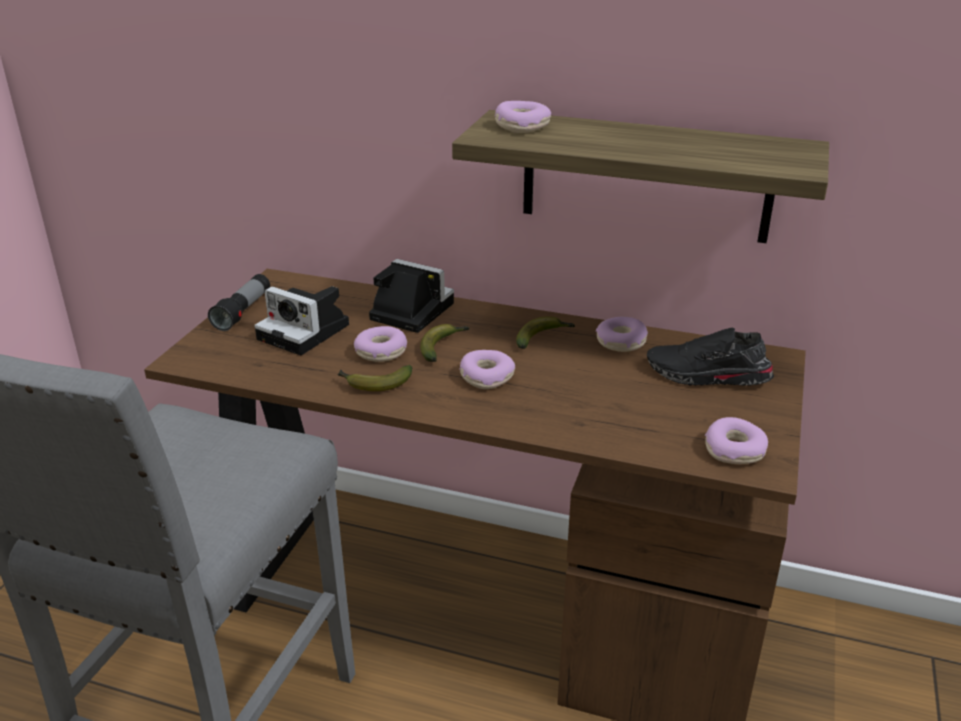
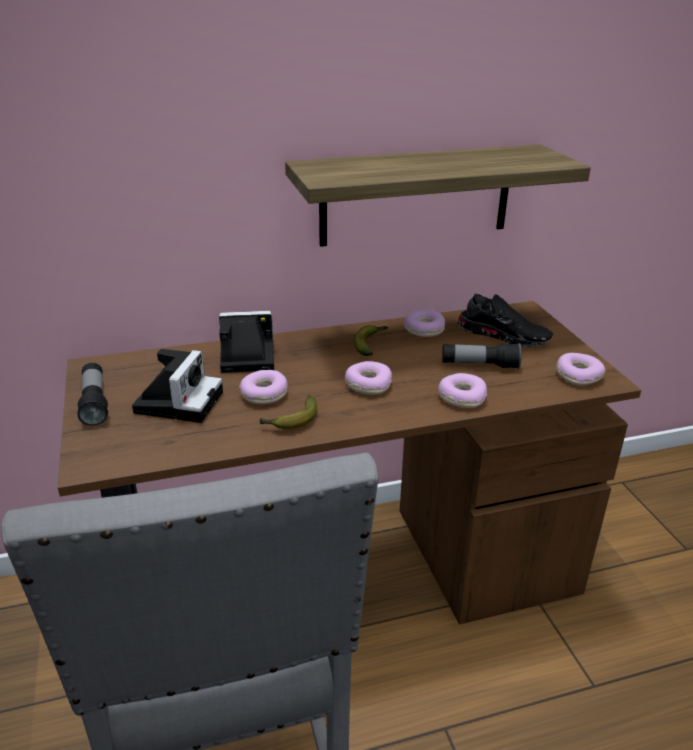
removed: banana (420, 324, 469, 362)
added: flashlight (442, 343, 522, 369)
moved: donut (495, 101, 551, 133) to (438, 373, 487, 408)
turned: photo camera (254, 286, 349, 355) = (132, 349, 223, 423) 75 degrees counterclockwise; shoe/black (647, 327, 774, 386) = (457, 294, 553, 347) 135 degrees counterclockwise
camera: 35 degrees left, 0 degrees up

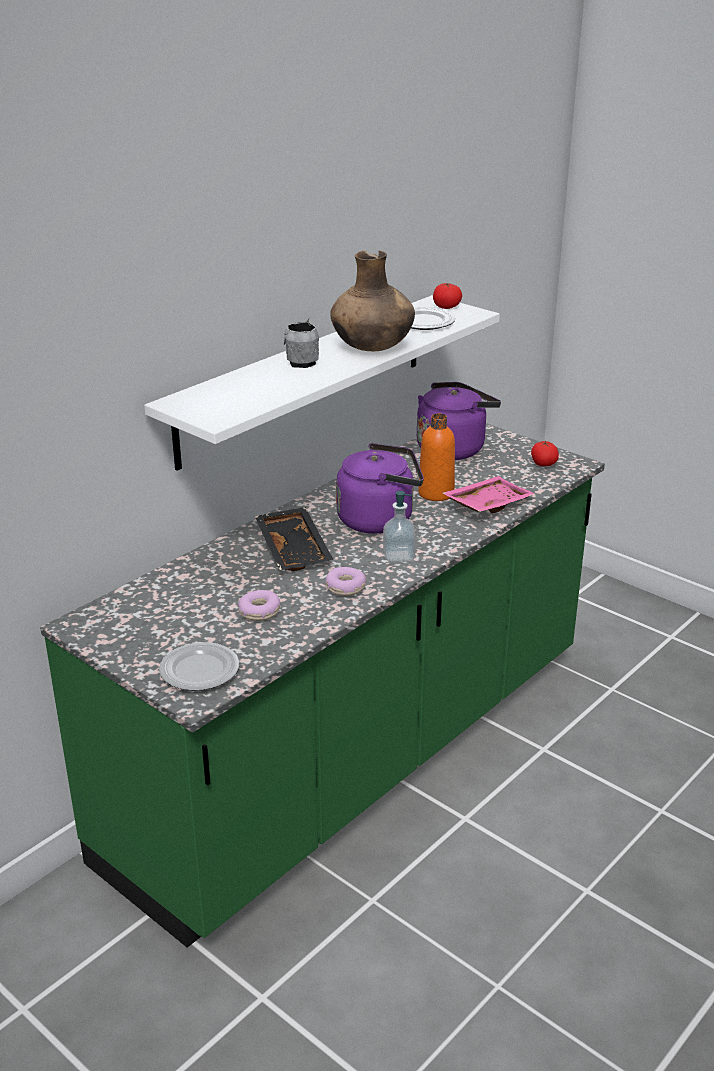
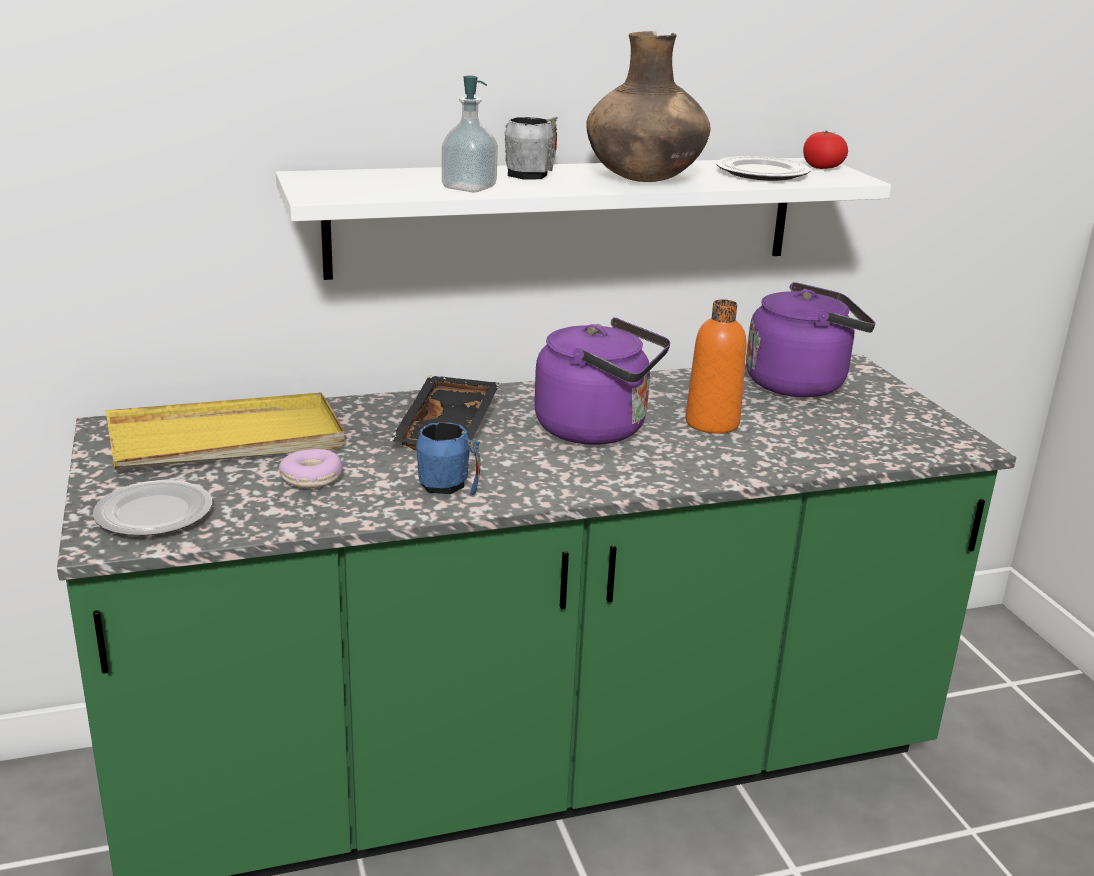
removed: tray/pink (443, 476, 535, 514); tomato (531, 441, 559, 466)
added: tray/yellow (106, 392, 345, 469)
moved: soap dispenser (383, 491, 416, 562) to (442, 75, 498, 192)
replaced: donut (325, 567, 366, 596) to mug/blue (416, 422, 481, 495)
camera: 30 degrees right, 5 degrees down

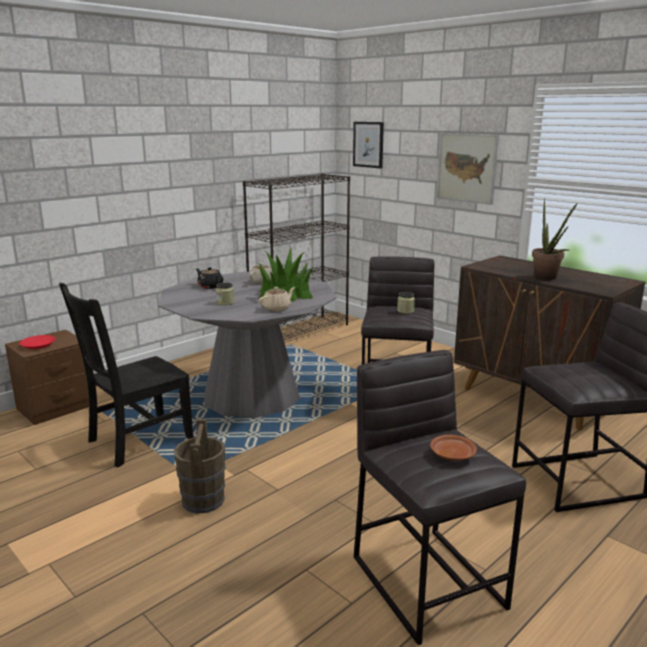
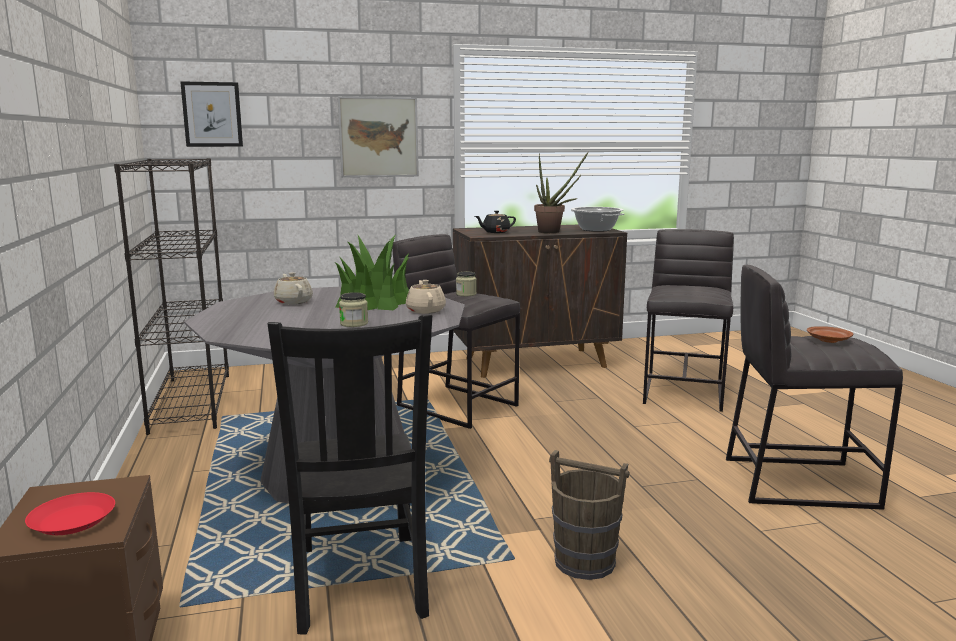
added: cooking pot (571, 207, 624, 232)
moved: teapot/black (195, 267, 223, 289) to (475, 211, 516, 233)
camera: 60 degrees left, 5 degrees down

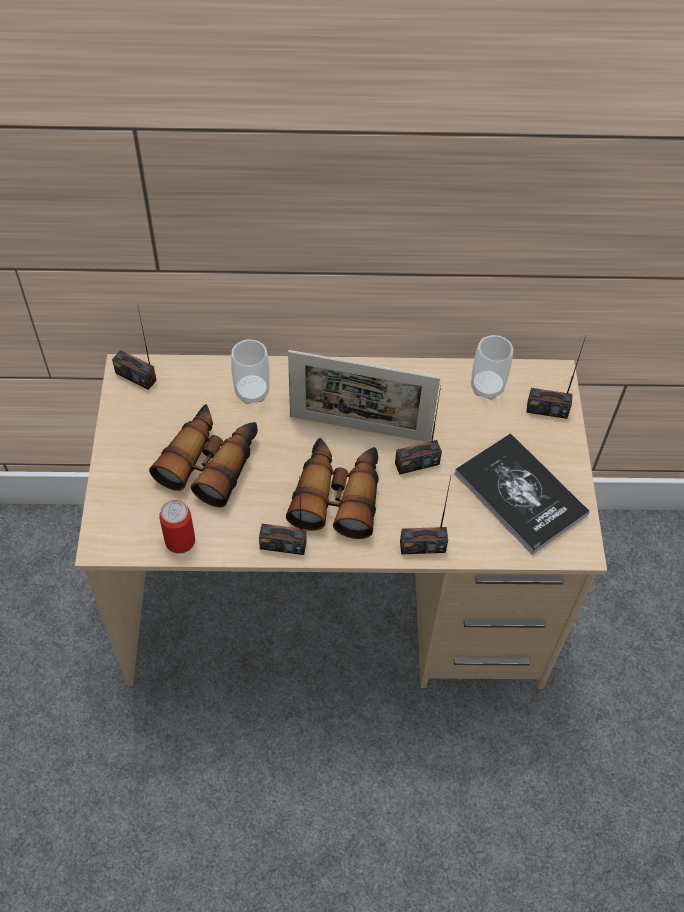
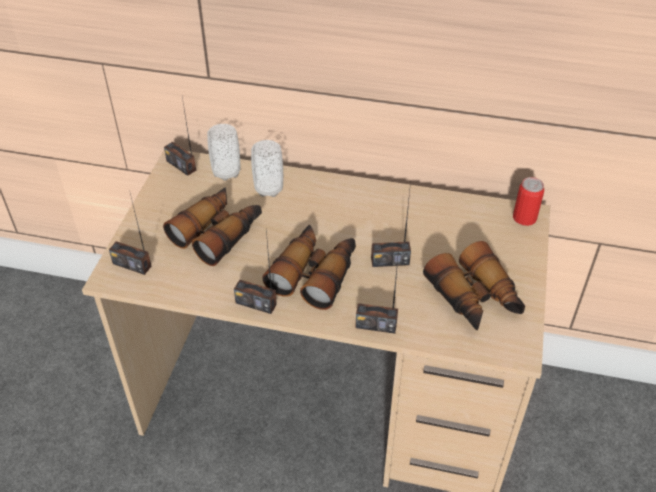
removed: picture frame (288, 350, 440, 442)
moved: can (159, 500, 195, 553) to (513, 177, 544, 226); cup (471, 335, 513, 400) to (207, 124, 240, 181); radio (526, 336, 586, 419) to (109, 194, 151, 275)
replaced: book (455, 433, 590, 555) to binoculars (423, 241, 525, 331)
camera: 15 degrees right, 10 degrees down

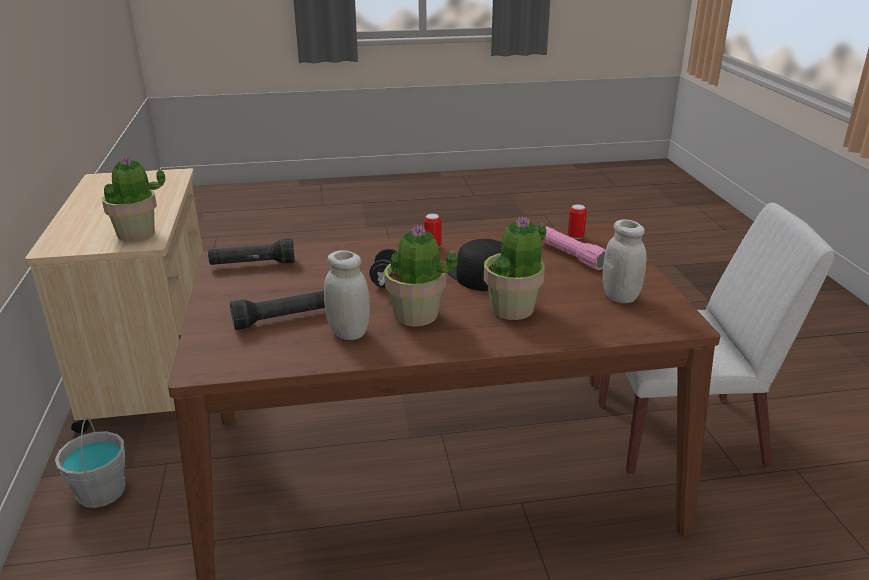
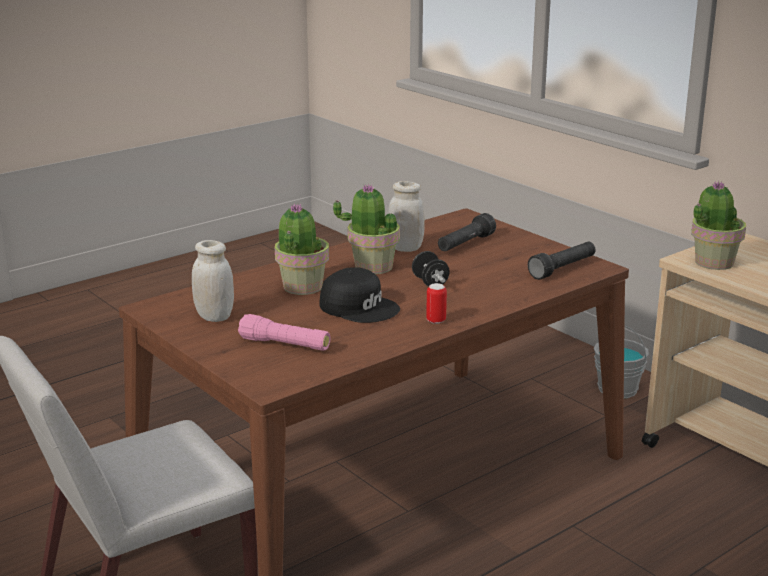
removed: can (568, 204, 587, 239)
camera: 150 degrees right, 5 degrees down

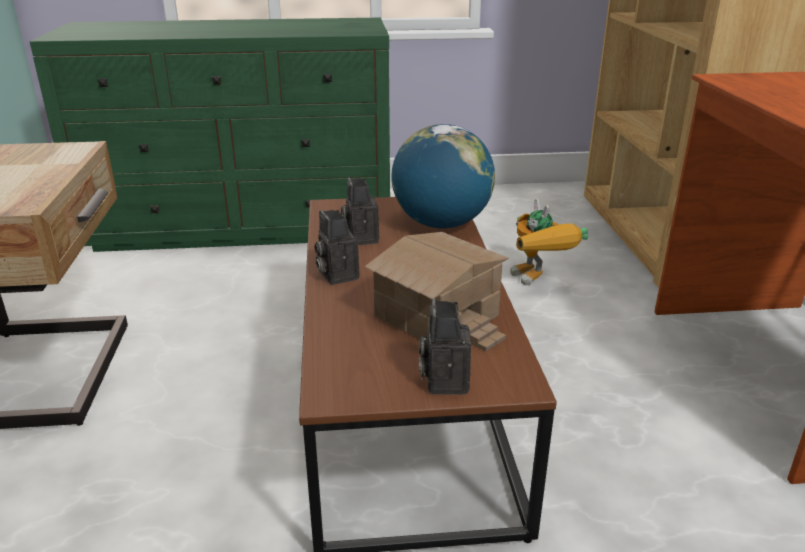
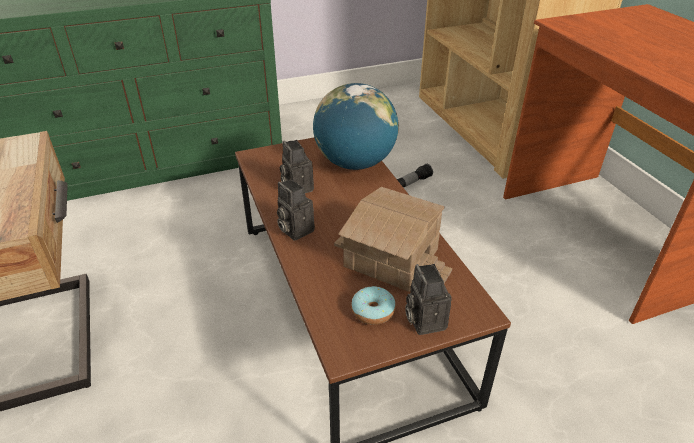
added: donut (351, 286, 396, 325)
replaced: toy robot (510, 199, 588, 285) to flashlight (397, 164, 433, 187)
camera: 15 degrees left, 10 degrees up

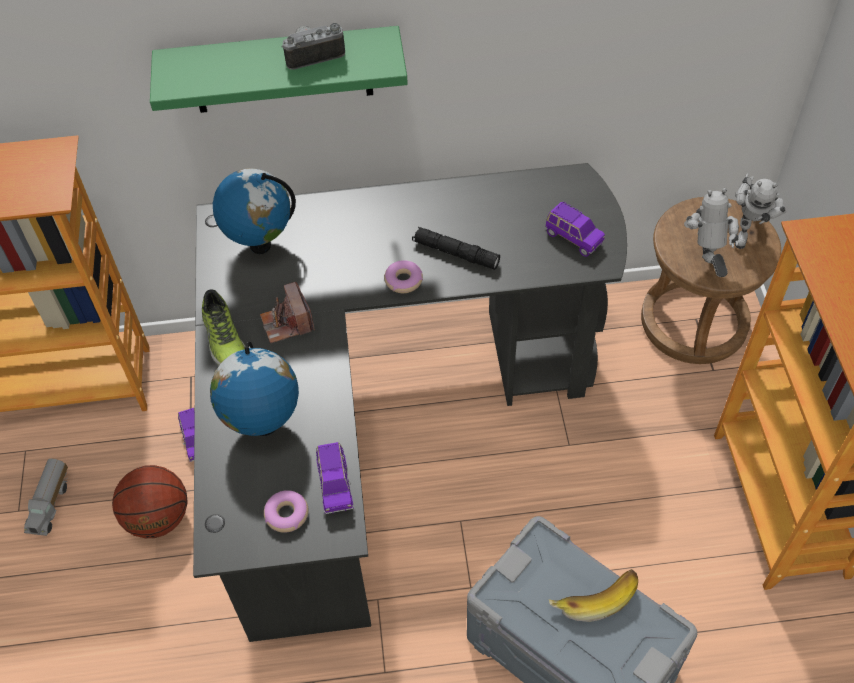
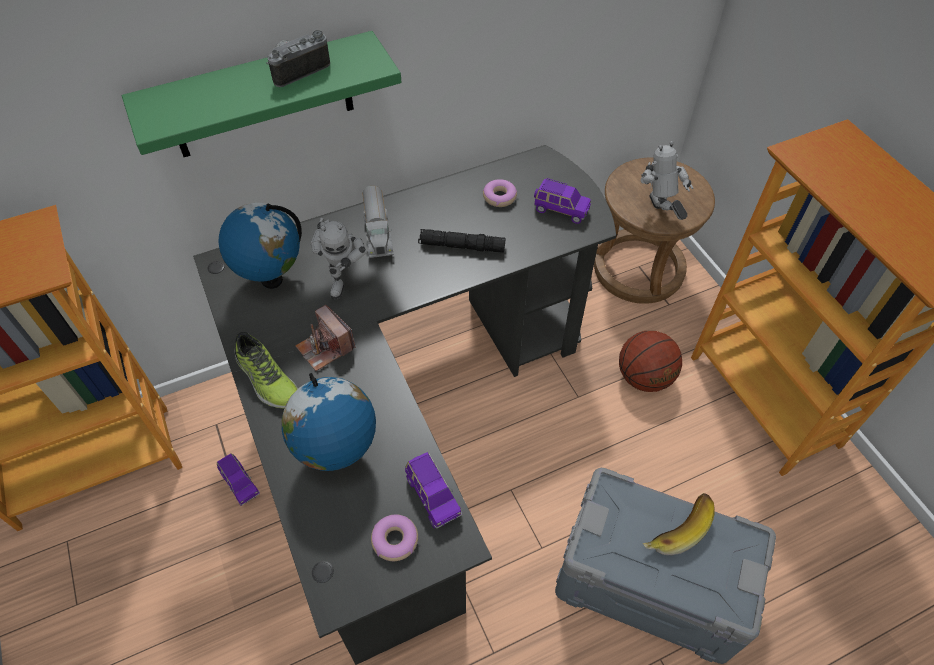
moved: toy truck (24, 459, 68, 536) to (362, 186, 394, 258); basketball (112, 465, 187, 538) to (619, 331, 682, 392); donut (384, 260, 423, 293) to (483, 179, 517, 207); toy robot (735, 174, 786, 249) to (310, 218, 368, 300)
camera: 20 degrees left, 0 degrees up

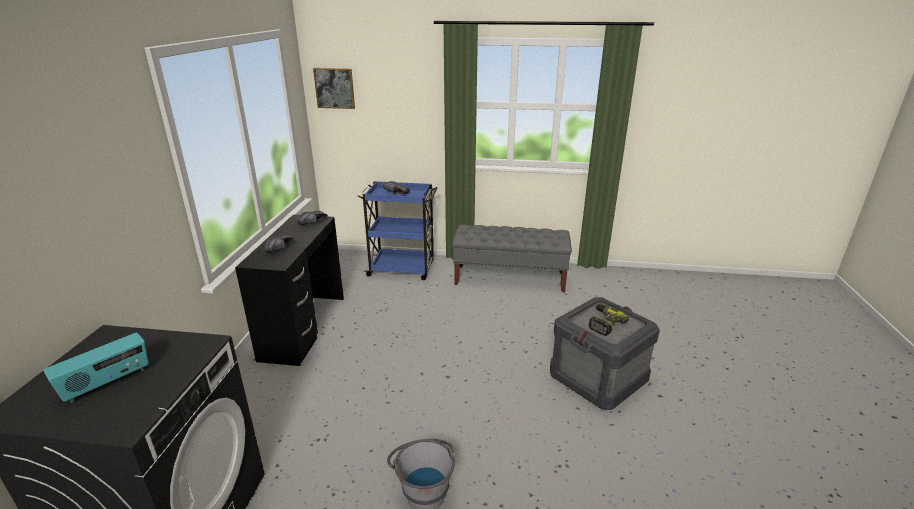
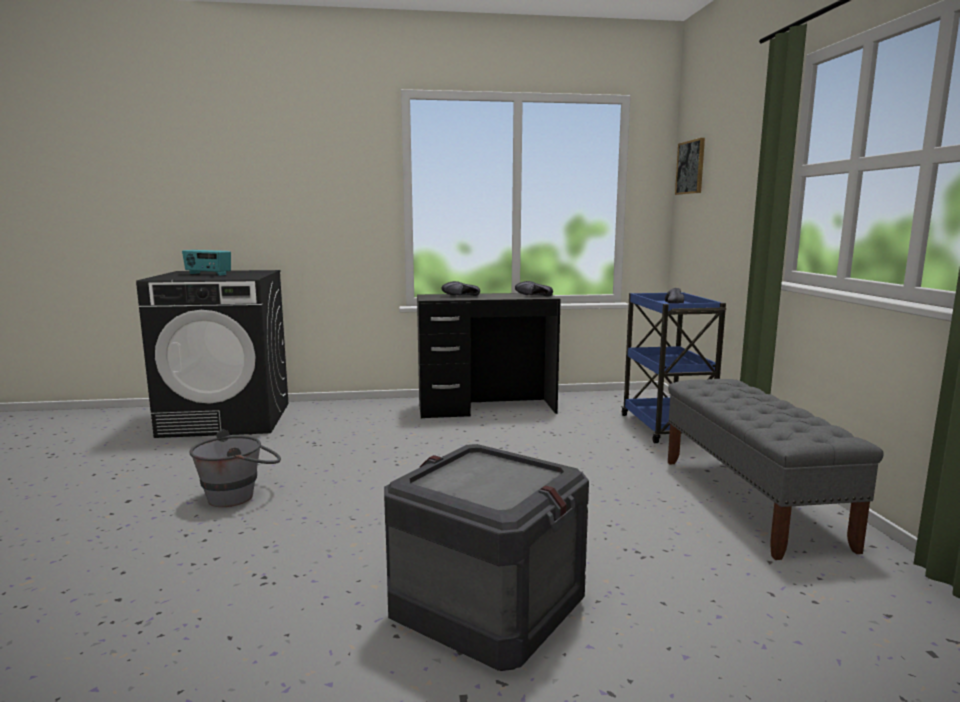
removed: power drill (589, 304, 629, 336)
camera: 75 degrees right, 15 degrees down

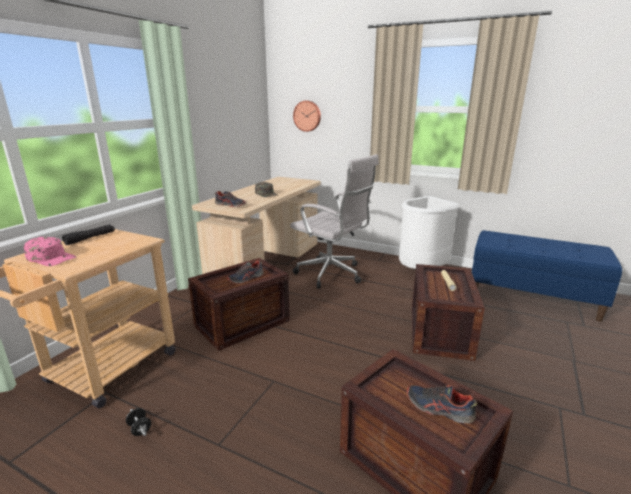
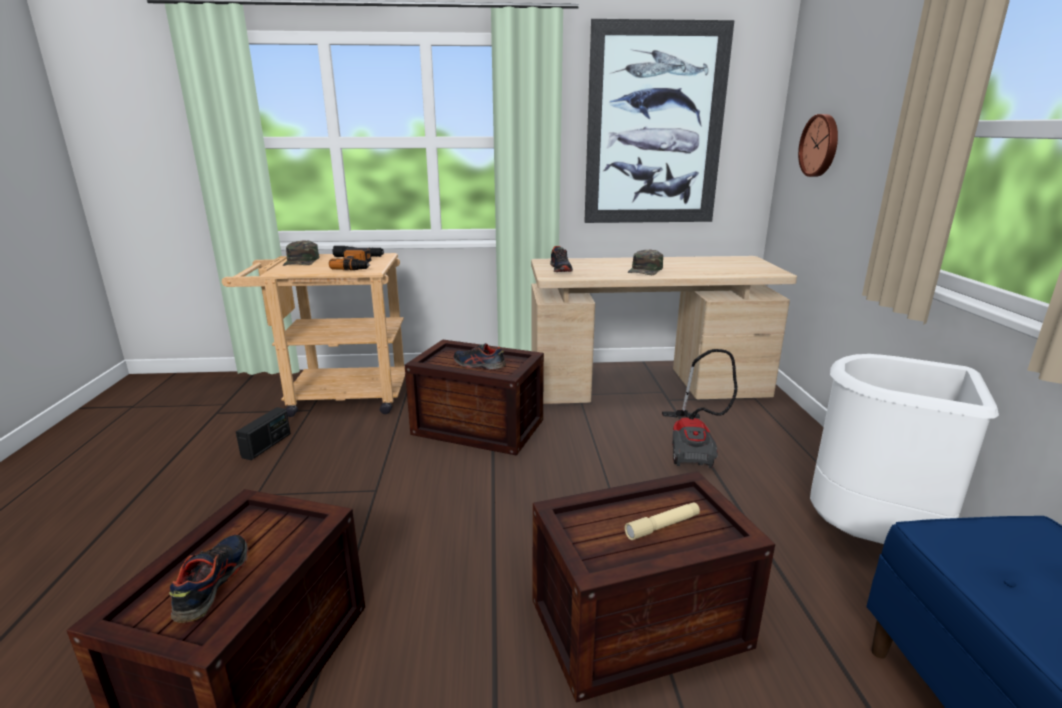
added: power drill (329, 248, 372, 270); picture (584, 19, 734, 223)
replaced: dumbbell/black (126, 408, 151, 436) to radio (236, 407, 291, 460); office chair/white (290, 154, 379, 289) to vacuum cleaner (662, 349, 737, 468)
recoloured: cap/pink (24, 237, 76, 266) to cap/green (283, 240, 319, 266)
camera: 60 degrees right, 0 degrees up

